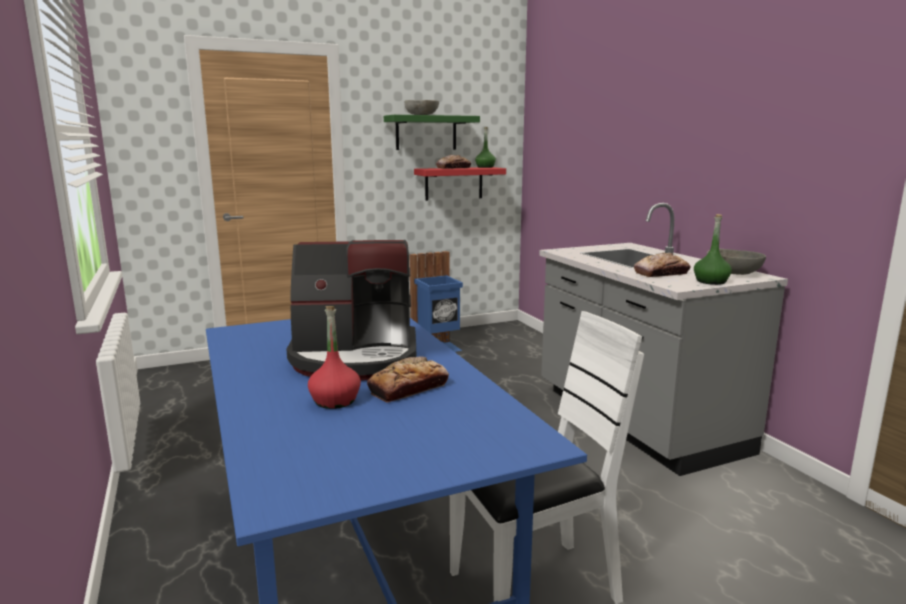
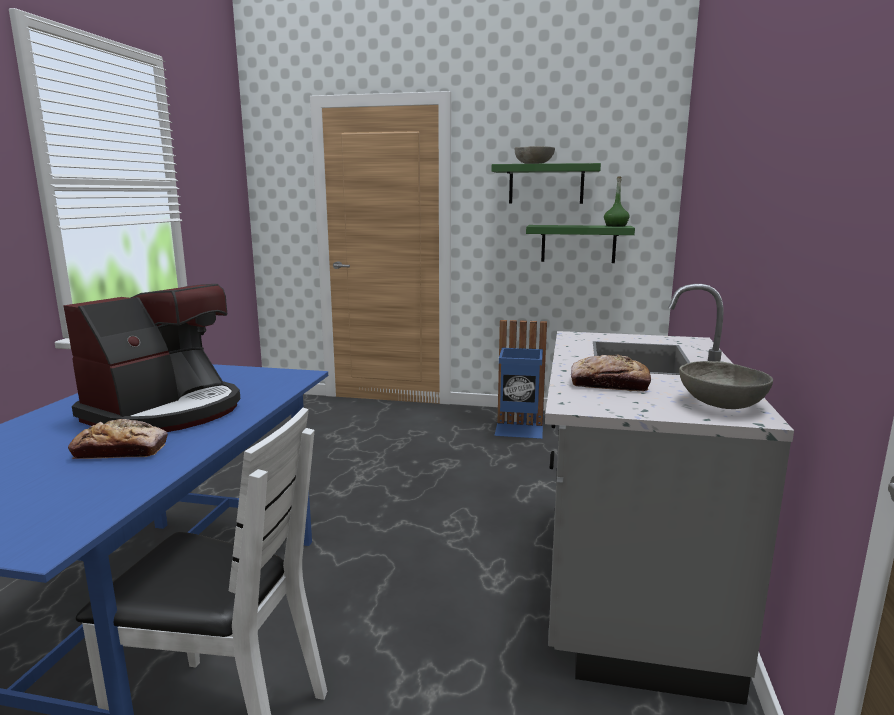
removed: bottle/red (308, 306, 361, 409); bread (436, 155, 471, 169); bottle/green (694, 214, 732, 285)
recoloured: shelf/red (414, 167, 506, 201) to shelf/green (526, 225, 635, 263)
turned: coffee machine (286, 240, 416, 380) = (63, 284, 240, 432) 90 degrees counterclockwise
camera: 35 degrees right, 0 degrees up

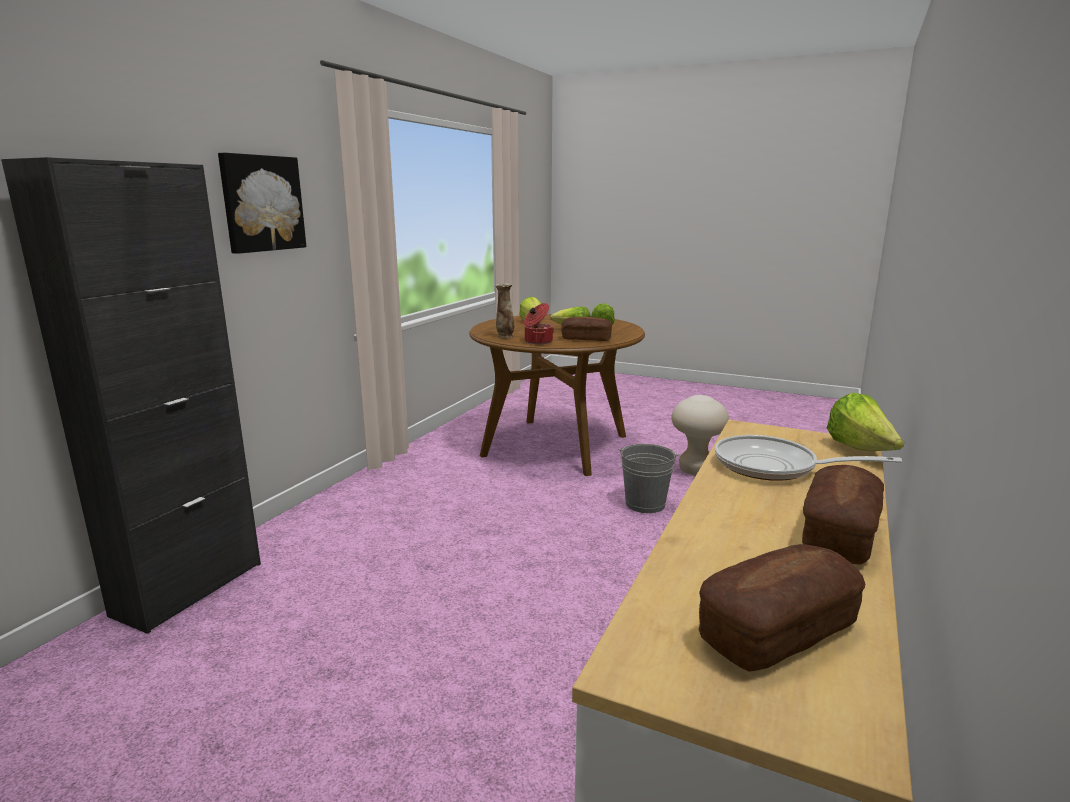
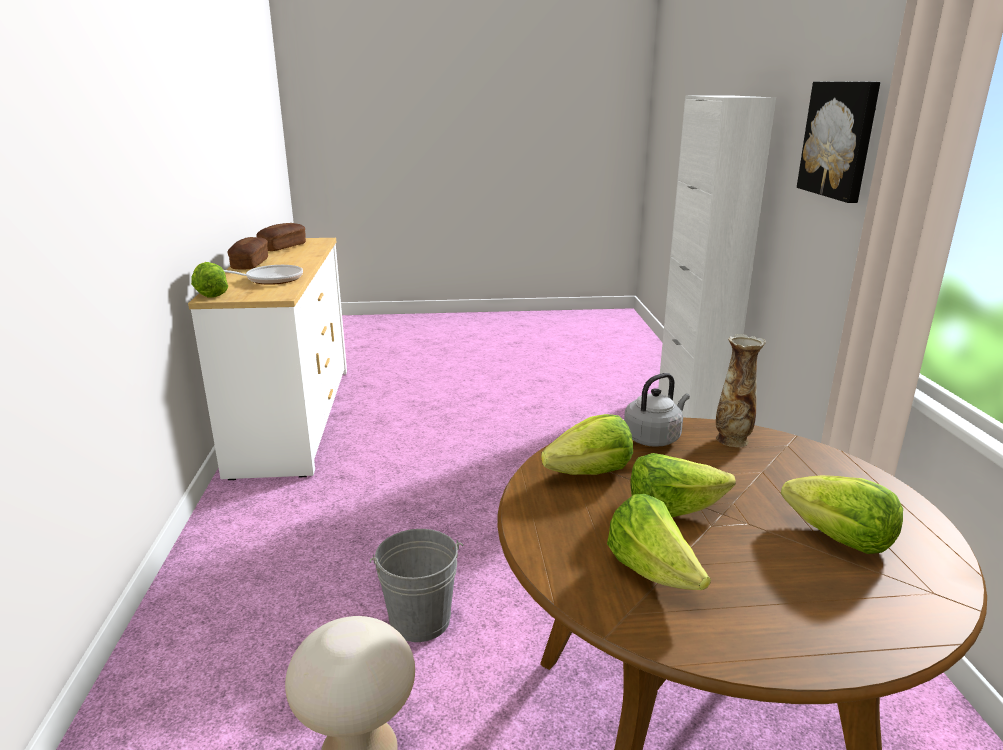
replaced: cooking pot (524, 303, 554, 344) to kettle/grey (624, 373, 690, 447); bread (561, 317, 612, 341) to lettuce (541, 414, 633, 475)
recoloured: cabinet/black (1, 157, 261, 634) to cabinet/white (658, 95, 776, 420)
camera: 150 degrees right, 5 degrees up

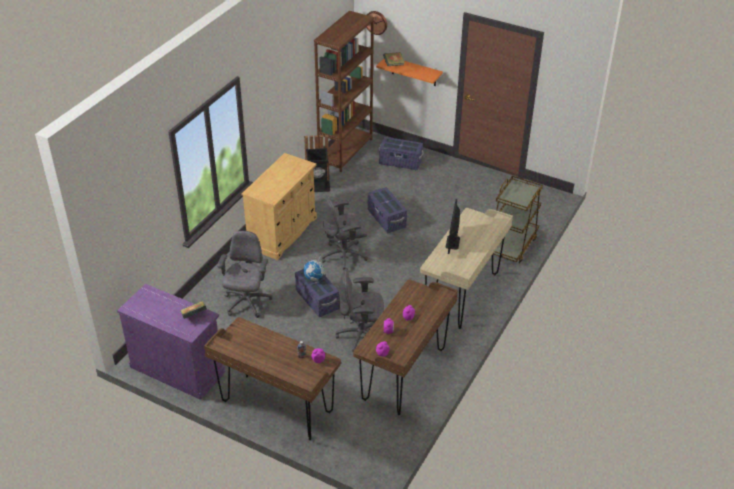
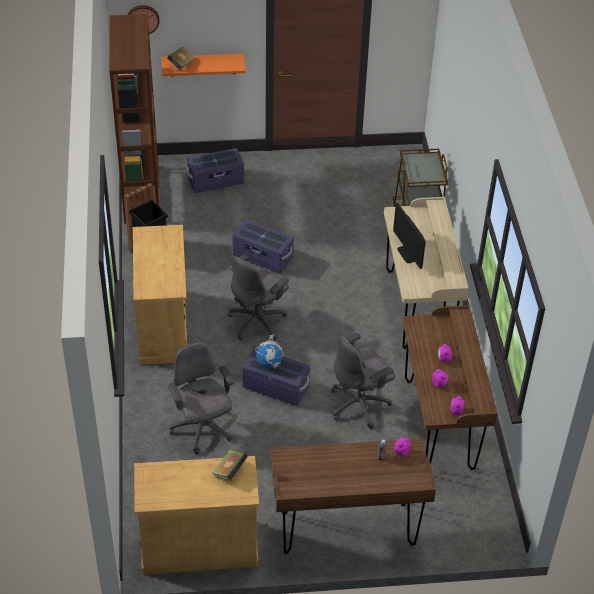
recoloured: cabinet/purple (117, 284, 225, 400) to cabinet/beige (134, 456, 259, 575)
camera: 35 degrees left, 5 degrees up

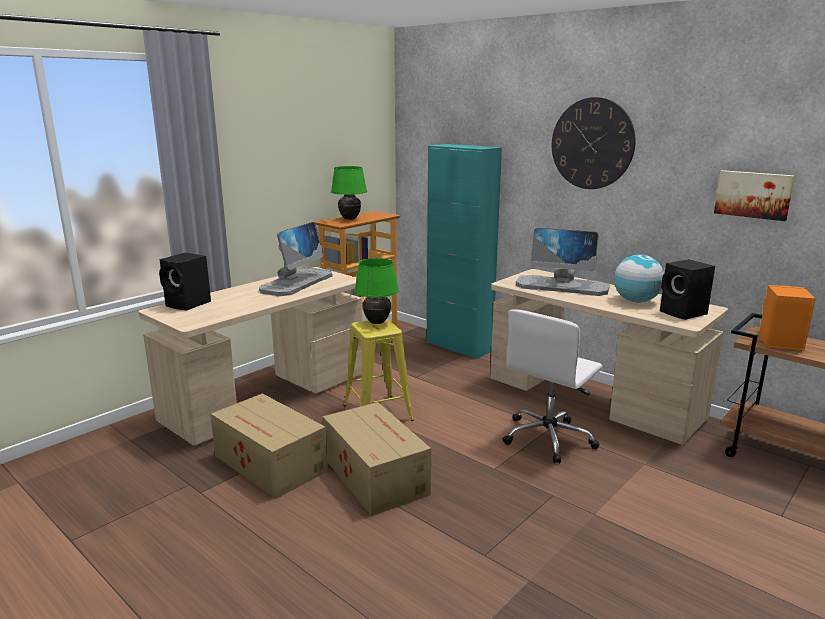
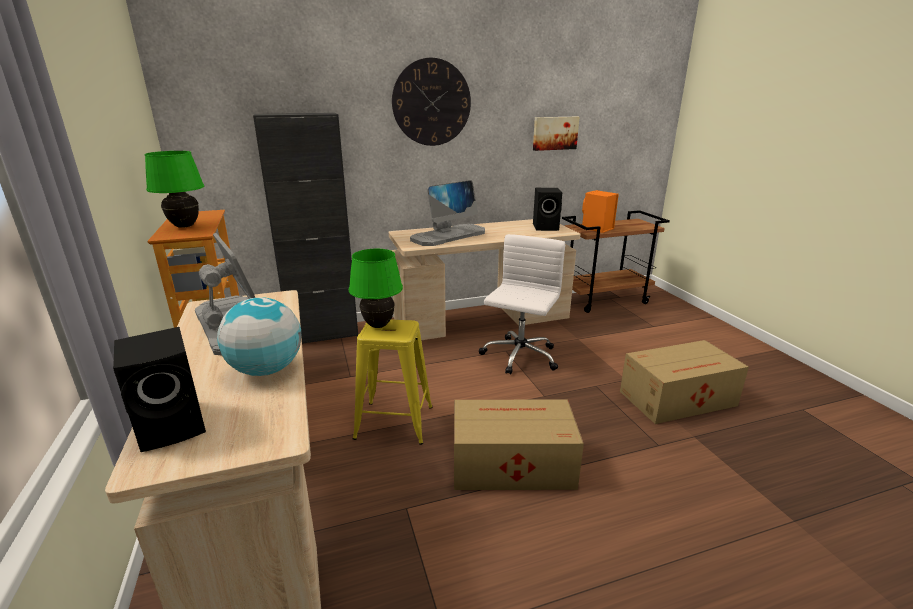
moved: cardboard box (210, 393, 328, 499) to (620, 340, 749, 424); globe (614, 254, 664, 303) to (217, 297, 301, 376)
recoloured: cabinet/turquoise (427, 144, 502, 359) to cabinet/black (253, 113, 358, 344)
turned: office chair/white (502, 309, 603, 463) = (479, 234, 565, 374) 135 degrees counterclockwise
camera: 60 degrees left, 5 degrees up

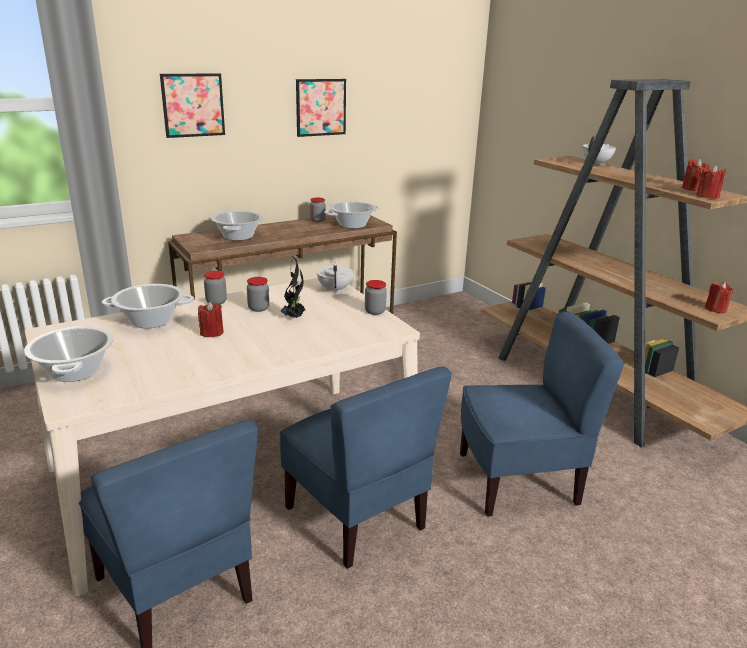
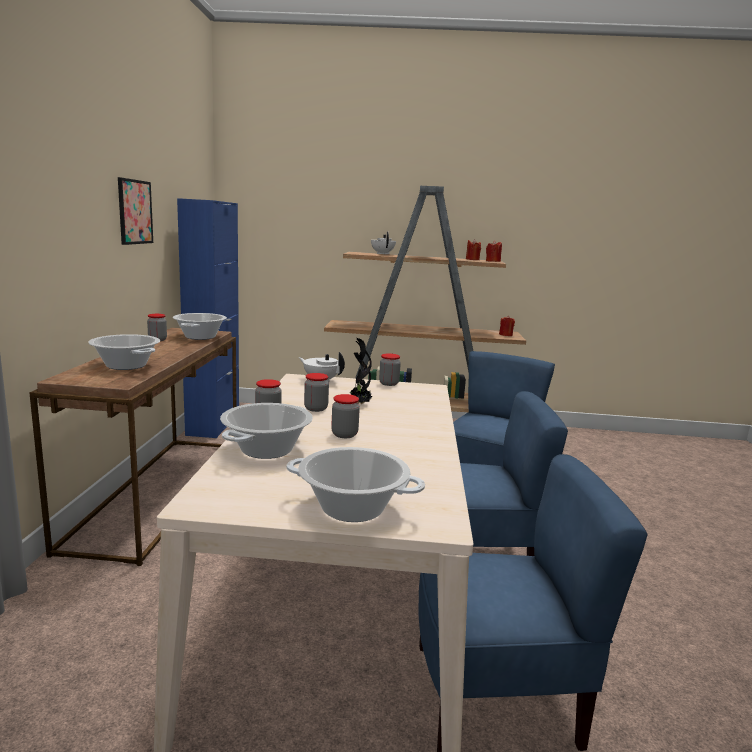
removed: picture (160, 74, 225, 138)
added: cabinet/blue (177, 198, 239, 438)
replaced: candle/red (198, 301, 224, 337) to jar (331, 394, 360, 438)
camera: 55 degrees left, 10 degrees down

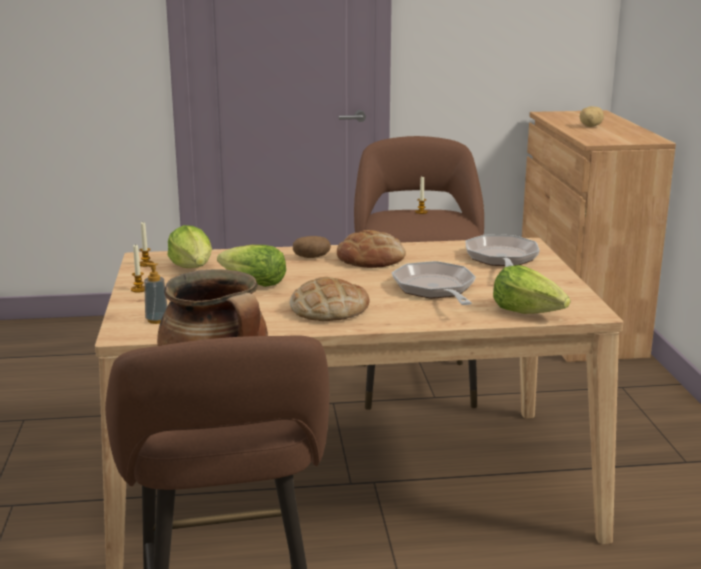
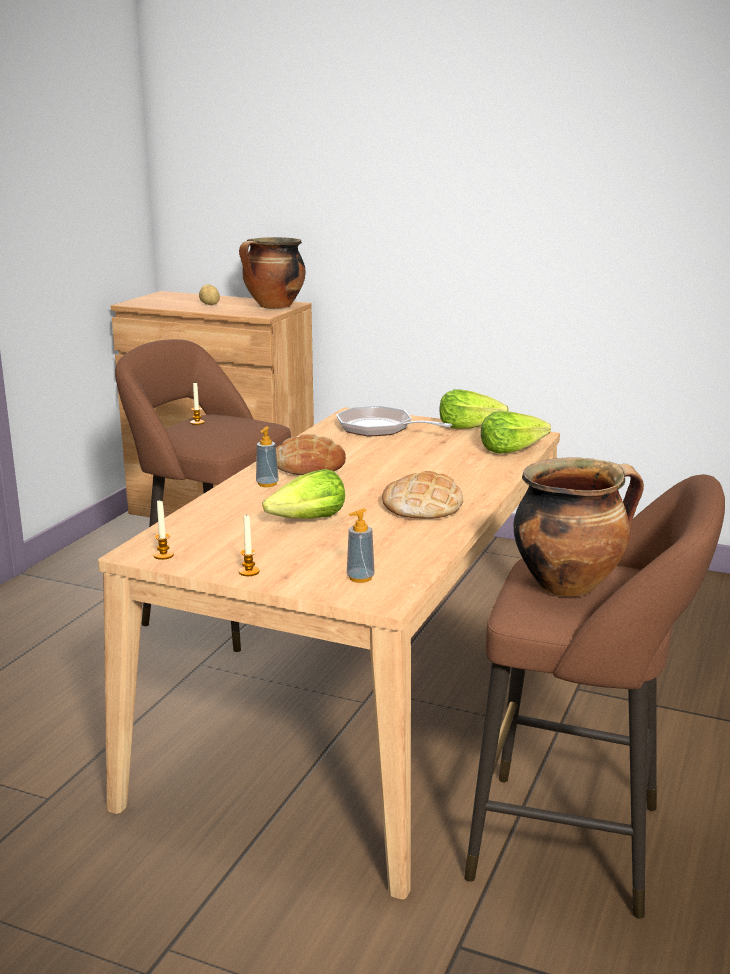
removed: frying pan (392, 261, 476, 305)
added: cooking pot (239, 237, 305, 309)
moved: lettuce (168, 225, 212, 268) to (440, 389, 509, 429)
replaced: potato (293, 236, 331, 258) to soap dispenser (256, 426, 279, 487)
camera: 60 degrees left, 0 degrees up

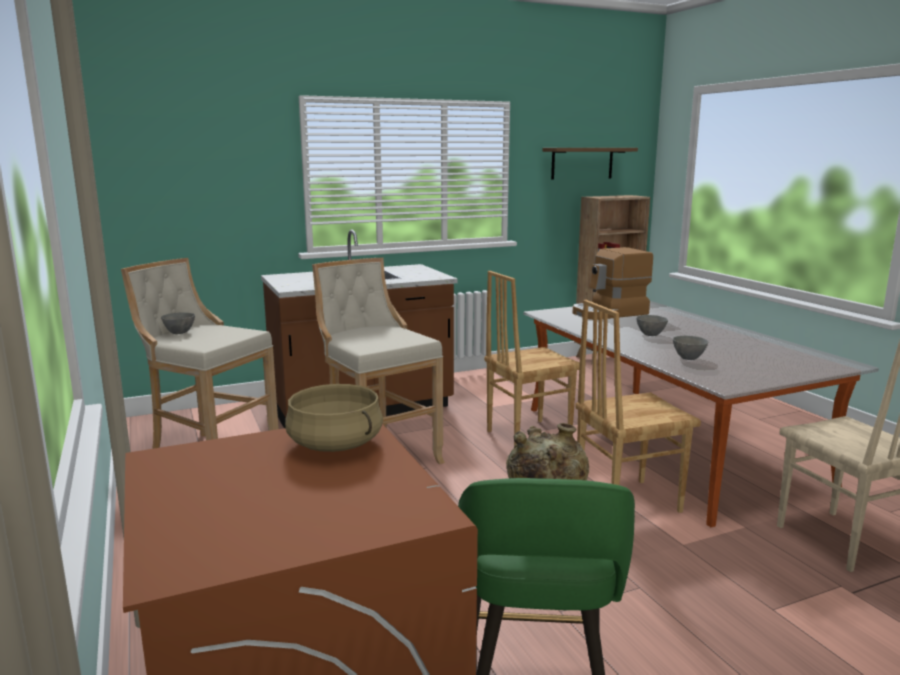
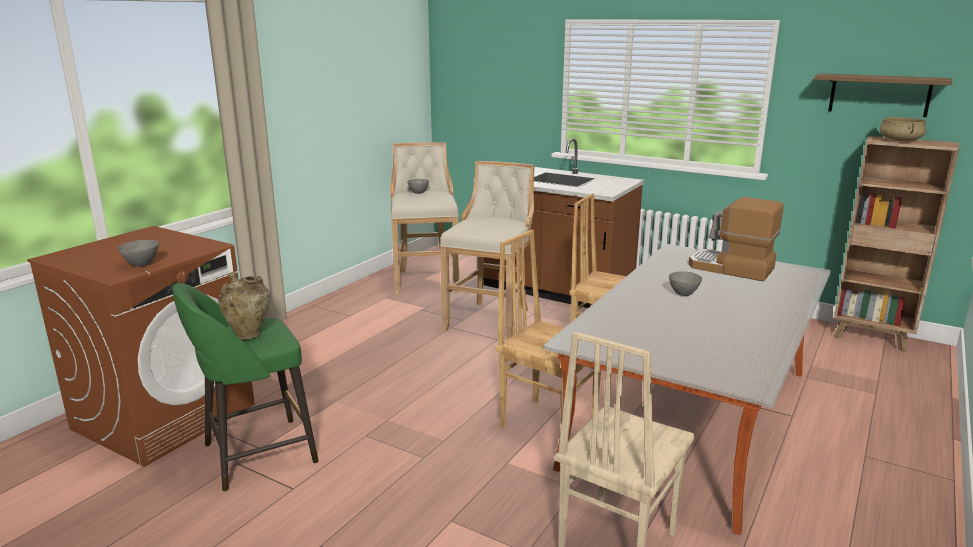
moved: cooking pot/beige (285, 384, 383, 452) to (879, 117, 926, 141); bowl/grey (673, 336, 708, 360) to (118, 240, 159, 267)
camera: 55 degrees right, 5 degrees up

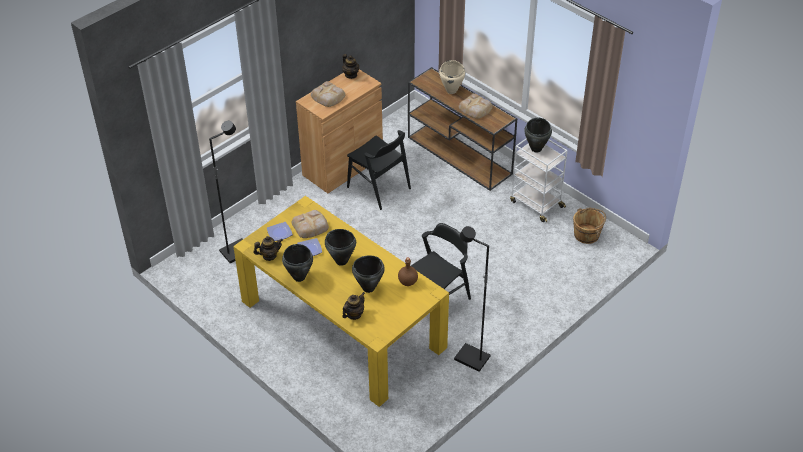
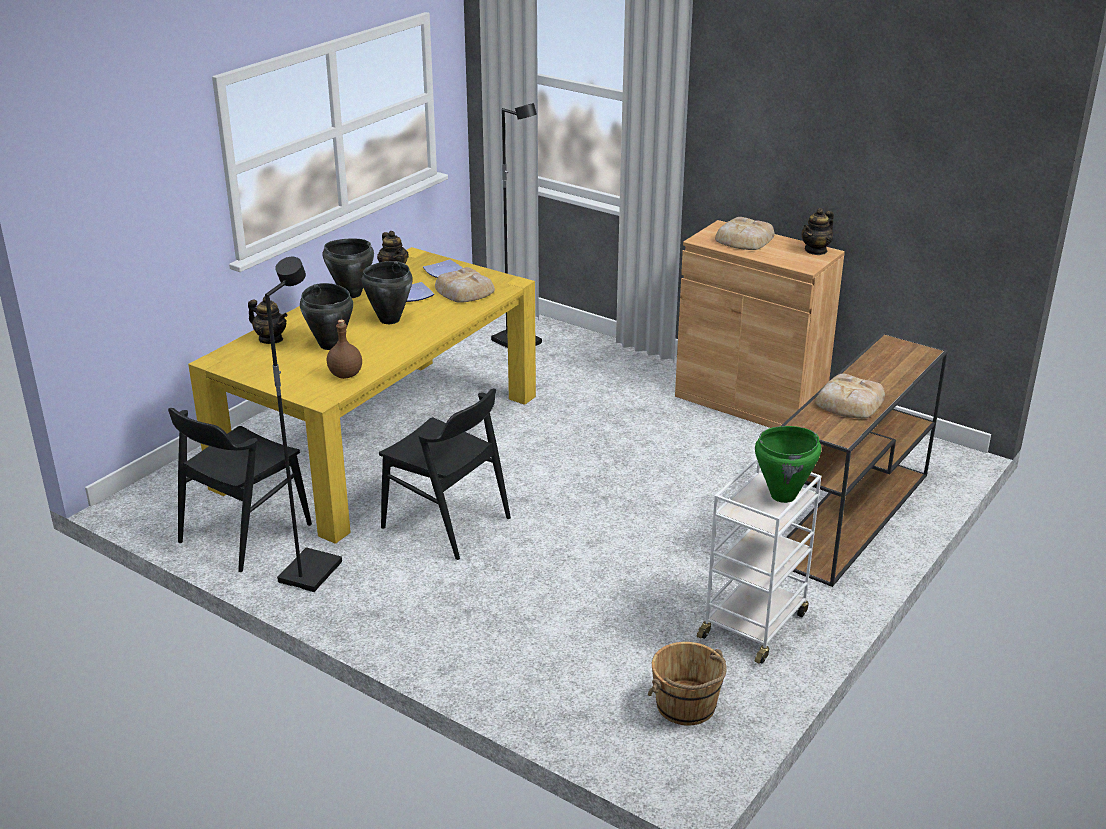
removed: cooking pot/beige (439, 60, 465, 94)
moved: chair/black (347, 130, 411, 210) to (168, 408, 312, 572)
recoloured: cooking pot/black (524, 118, 552, 153) to cooking pot/green (755, 426, 821, 503)
camera: 80 degrees right, 15 degrees down

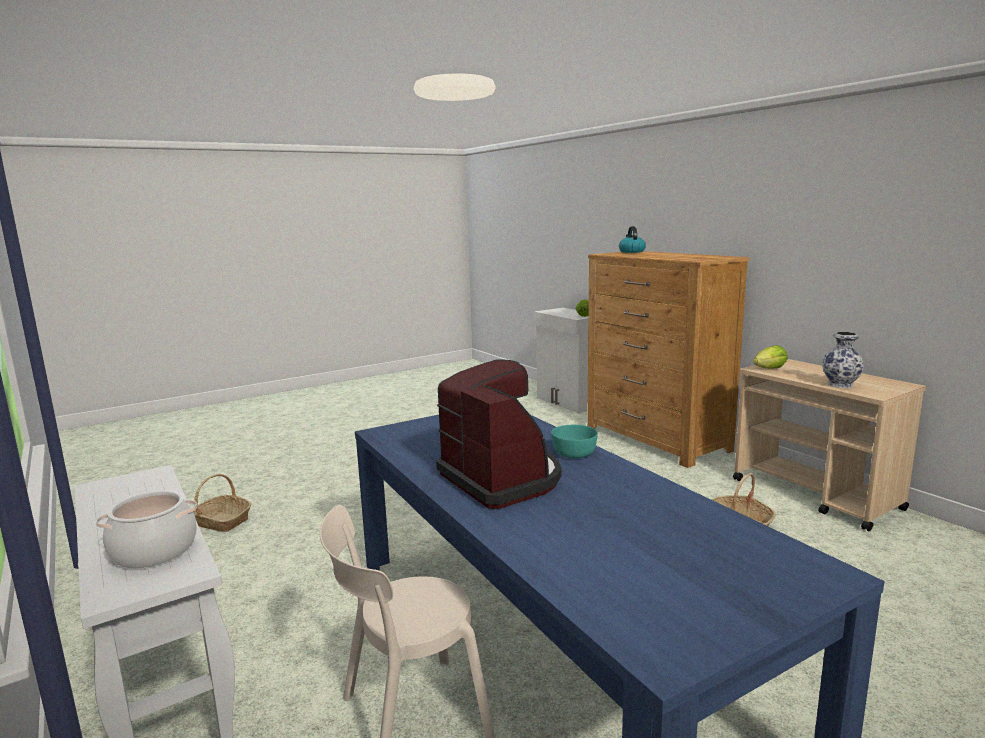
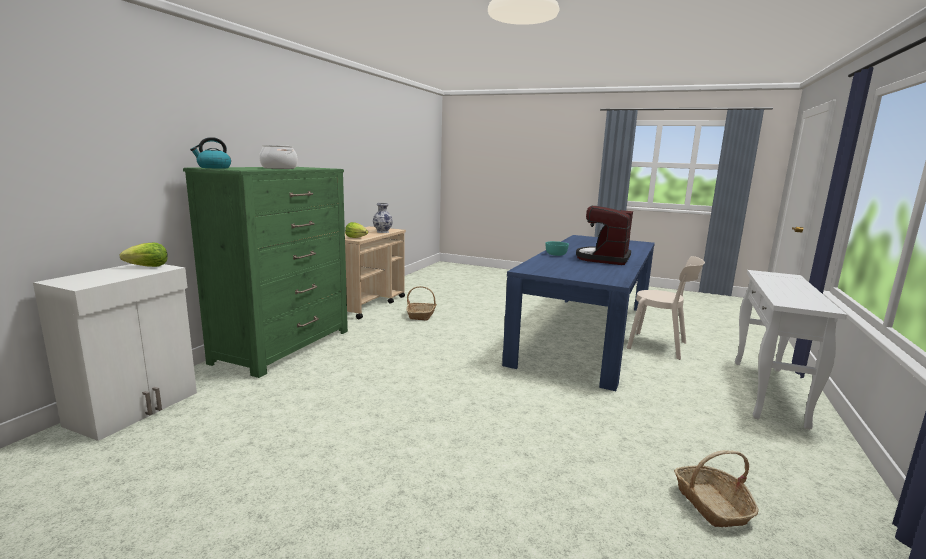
moved: cooking pot (96, 490, 197, 569) to (259, 145, 298, 169)
recoloured: dresser/brown (587, 251, 750, 468) to dresser/green (183, 167, 348, 378)
camera: 125 degrees left, 0 degrees up

